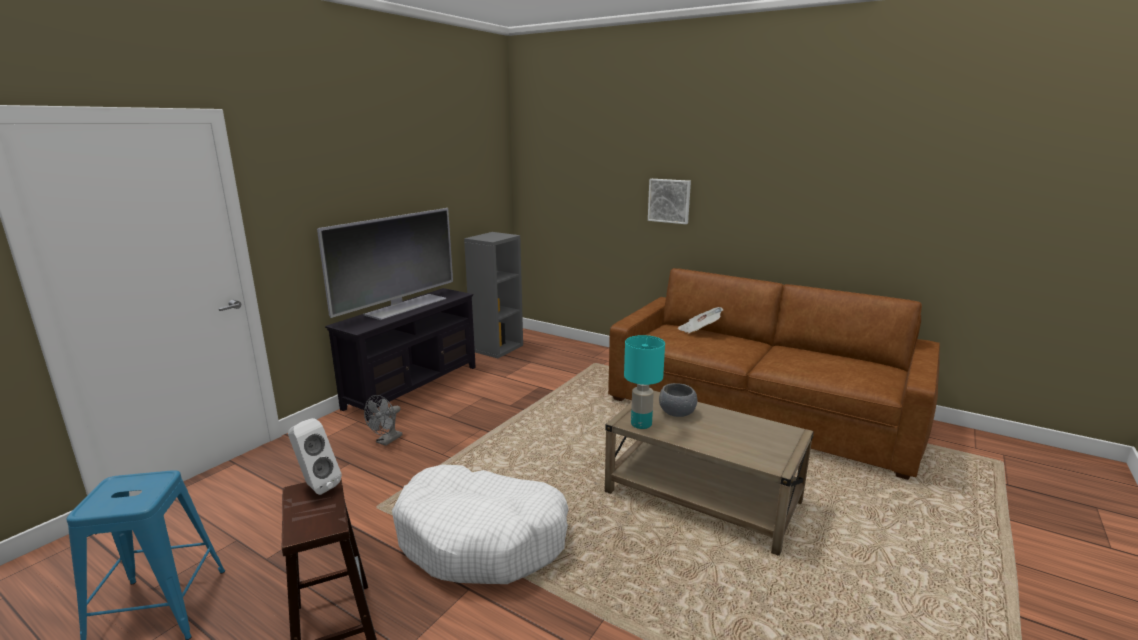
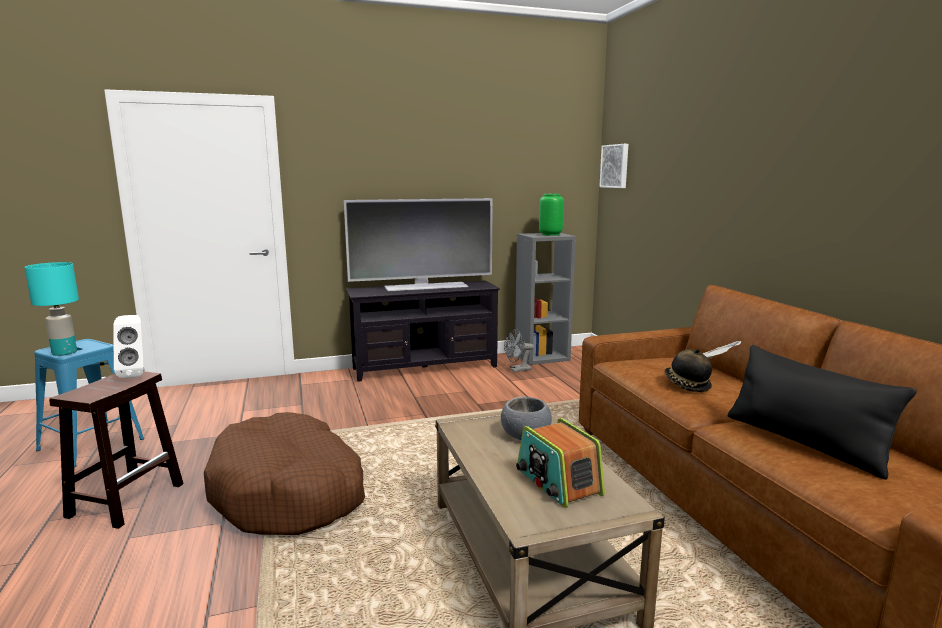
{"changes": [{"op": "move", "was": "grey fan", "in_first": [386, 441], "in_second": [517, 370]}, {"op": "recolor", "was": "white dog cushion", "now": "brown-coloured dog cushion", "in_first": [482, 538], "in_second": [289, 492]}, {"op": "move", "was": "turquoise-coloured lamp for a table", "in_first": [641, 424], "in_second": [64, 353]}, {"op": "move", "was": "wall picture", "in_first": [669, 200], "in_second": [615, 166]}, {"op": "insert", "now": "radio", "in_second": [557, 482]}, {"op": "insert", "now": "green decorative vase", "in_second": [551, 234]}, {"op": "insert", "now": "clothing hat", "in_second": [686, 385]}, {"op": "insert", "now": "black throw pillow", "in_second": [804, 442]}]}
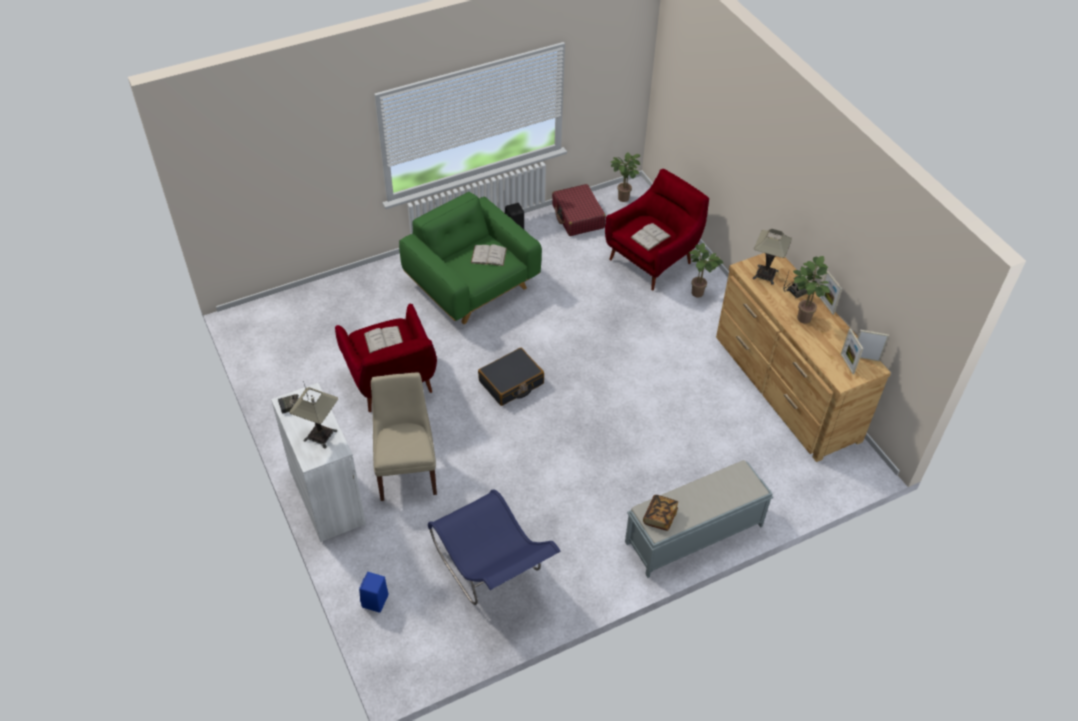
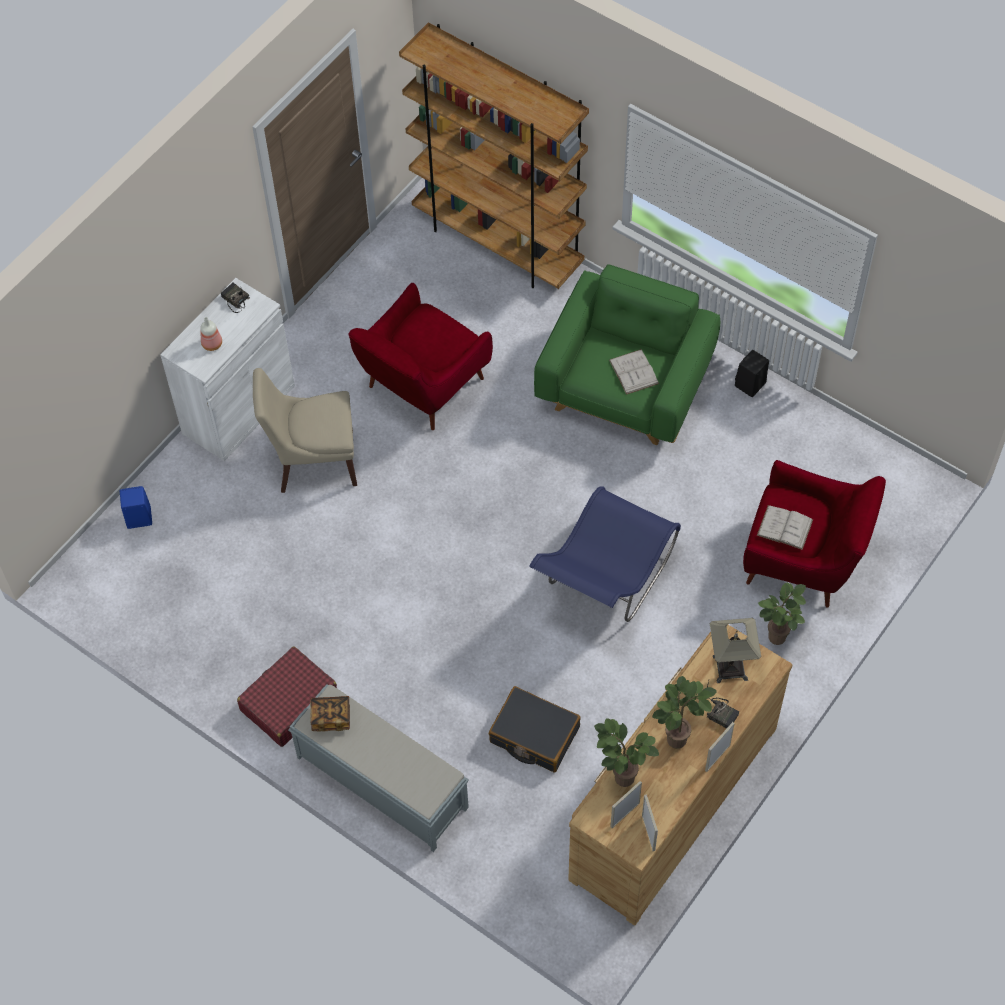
{"changes": [{"op": "replace", "was": "lamp for a table", "now": "bottle", "in_first": [320, 435], "in_second": [212, 343]}, {"op": "delete", "was": "white book", "in_first": [384, 340]}, {"op": "rotate", "was": "sand-coloured upright chair", "in_first": [406, 469], "in_second": [313, 461], "clockwise": -150}, {"op": "move", "was": "blue-coloured upright chair", "in_first": [492, 569], "in_second": [604, 581]}, {"op": "move", "was": "black piece of luggage", "in_first": [511, 383], "in_second": [534, 735]}, {"op": "move", "was": "reddish piece of luggage", "in_first": [578, 217], "in_second": [288, 702]}, {"op": "move", "was": "plant in a pot", "in_first": [623, 199], "in_second": [620, 778]}, {"op": "insert", "now": "brown-coloured bookshelf", "in_second": [498, 243]}]}
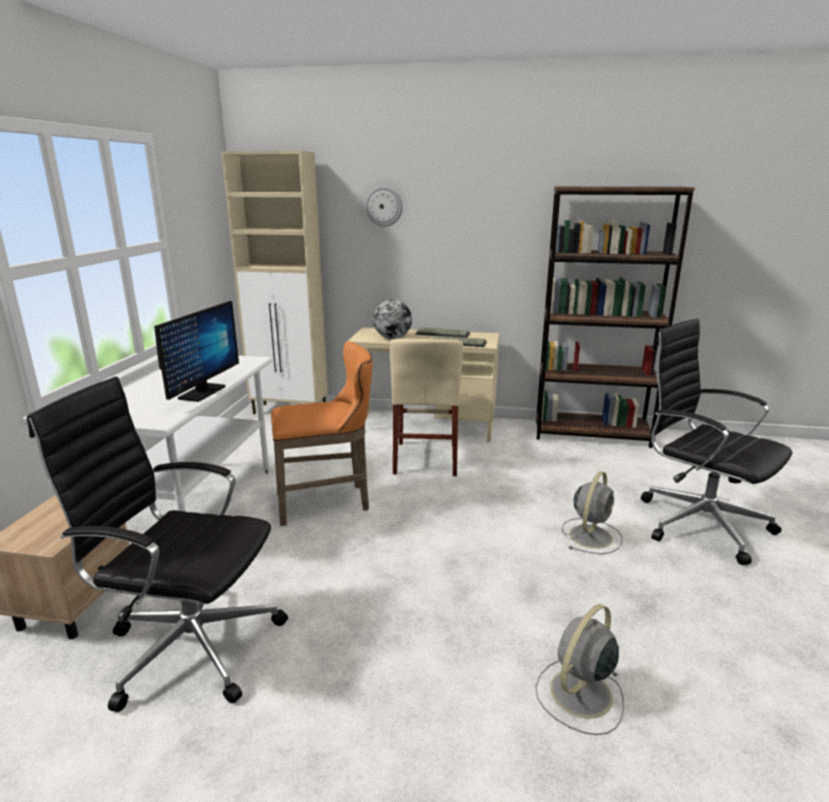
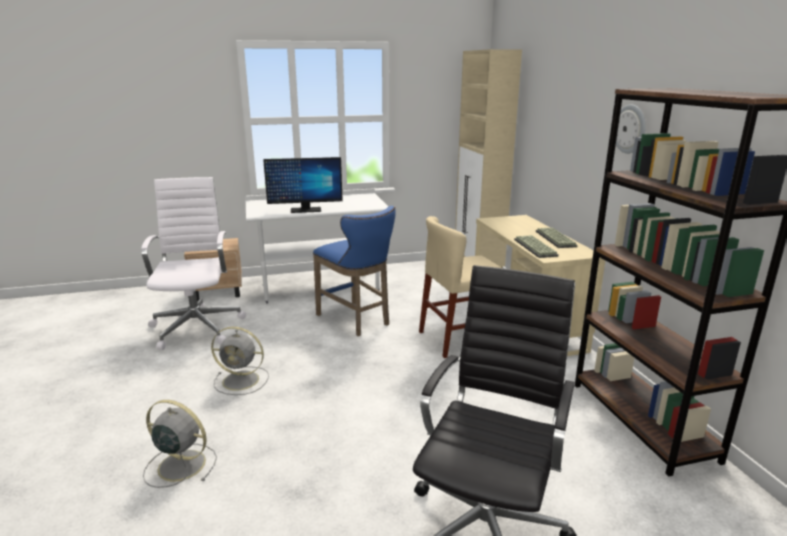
{"changes": [{"op": "recolor", "was": "black desk chair", "now": "white desk chair", "in_first": [189, 644], "in_second": [197, 326]}, {"op": "recolor", "was": "orangey sitting stool", "now": "blue-coloured sitting stool", "in_first": [328, 502], "in_second": [356, 320]}, {"op": "move", "was": "wall clock", "in_first": [384, 206], "in_second": [630, 129]}, {"op": "delete", "was": "world globe", "in_first": [392, 338]}, {"op": "move", "was": "grey fan", "in_first": [591, 535], "in_second": [242, 380]}]}
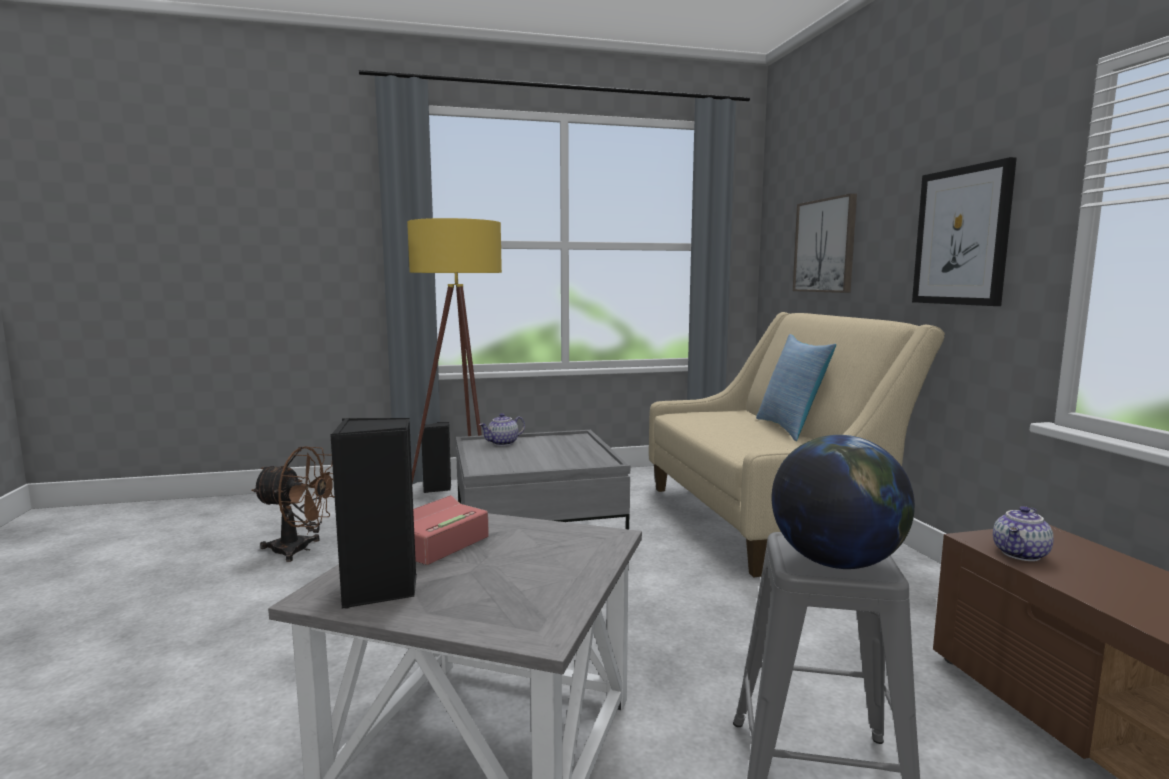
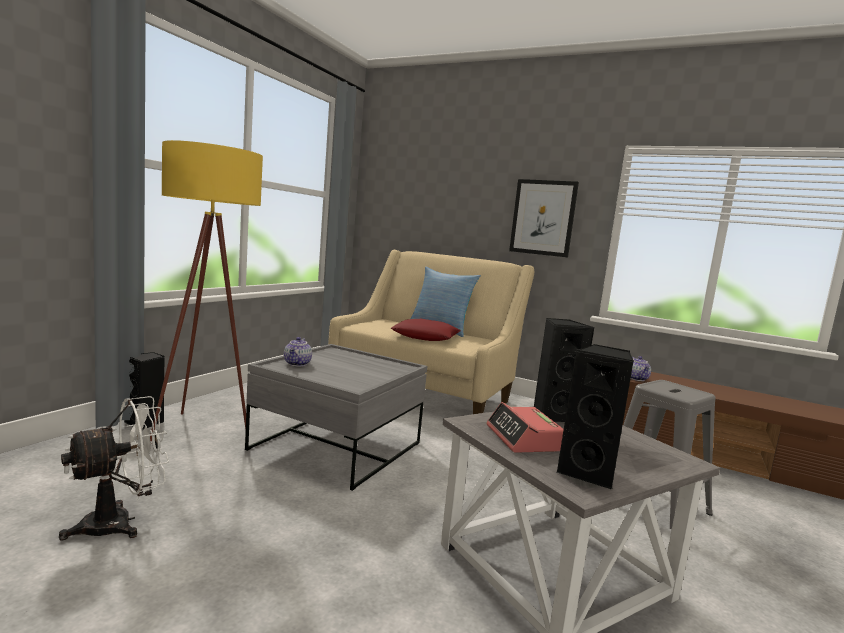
{"changes": [{"op": "recolor", "was": "brown-coloured fan", "now": "white fan", "in_first": [299, 550], "in_second": [120, 522]}, {"op": "delete", "was": "world globe", "in_first": [836, 562]}, {"op": "delete", "was": "wall picture", "in_first": [825, 246]}, {"op": "insert", "now": "reddish throw pillow", "in_second": [425, 336]}, {"op": "insert", "now": "black audio speaker", "in_second": [553, 415]}]}
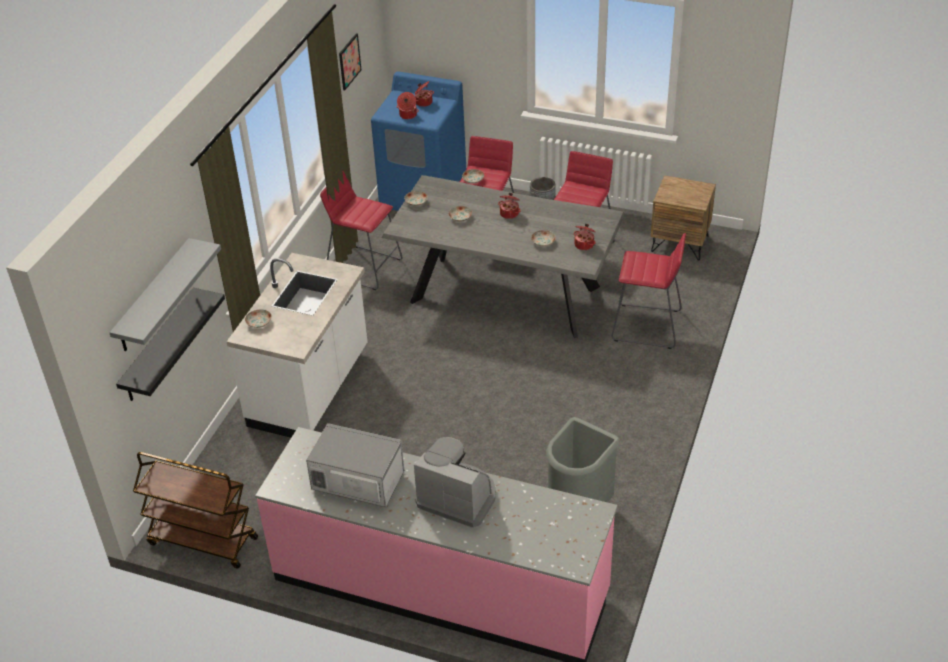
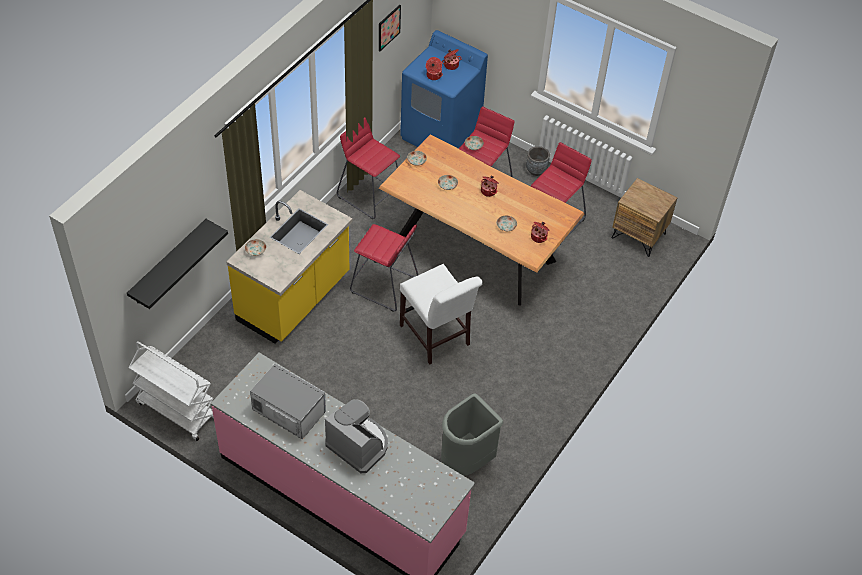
{"changes": [{"op": "delete", "was": "grey shelf", "in_first": [154, 296]}, {"op": "recolor", "was": "brown-coloured trolley", "now": "white trolley", "in_first": [202, 541], "in_second": [176, 411]}, {"op": "recolor", "was": "white counter", "now": "yellow counter", "in_first": [311, 388], "in_second": [294, 298]}, {"op": "recolor", "was": "grey kitchen table", "now": "brown-coloured kitchen table", "in_first": [505, 294], "in_second": [476, 249]}, {"op": "move", "was": "reddish sitting stool", "in_first": [647, 326], "in_second": [384, 285]}, {"op": "insert", "now": "white upright chair", "in_second": [436, 338]}]}
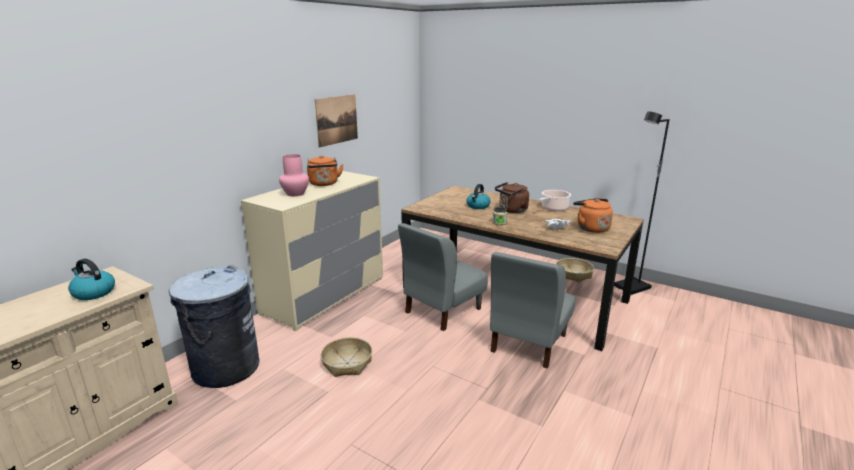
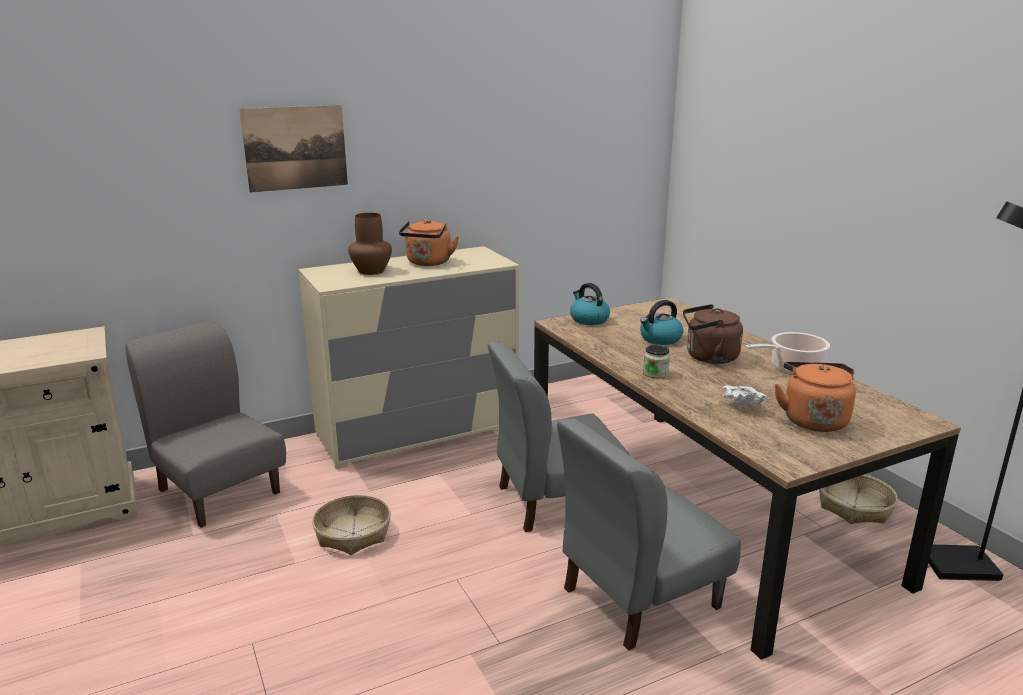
{"changes": [{"op": "move", "was": "kettle", "in_first": [93, 293], "in_second": [588, 319]}, {"op": "replace", "was": "grey rubbish bin", "now": "grey upright chair", "in_first": [225, 368], "in_second": [219, 490]}, {"op": "recolor", "was": "pink-coloured decorative vase", "now": "brown-coloured decorative vase", "in_first": [295, 194], "in_second": [371, 271]}, {"op": "move", "was": "wall picture", "in_first": [337, 120], "in_second": [295, 148]}]}
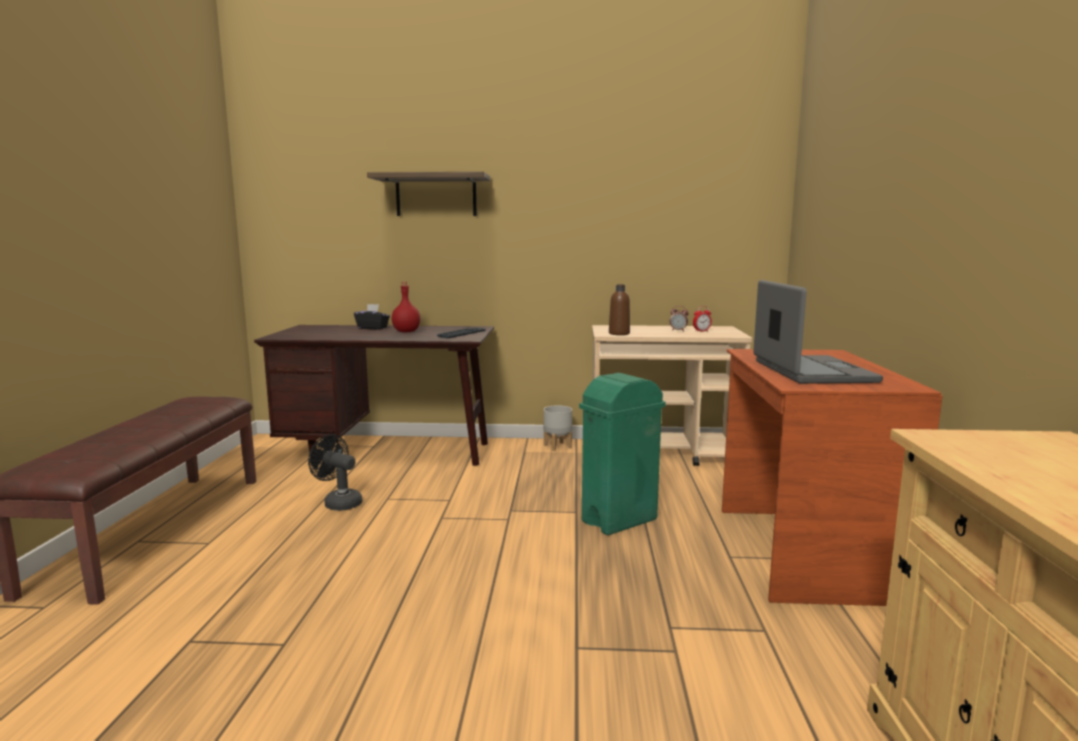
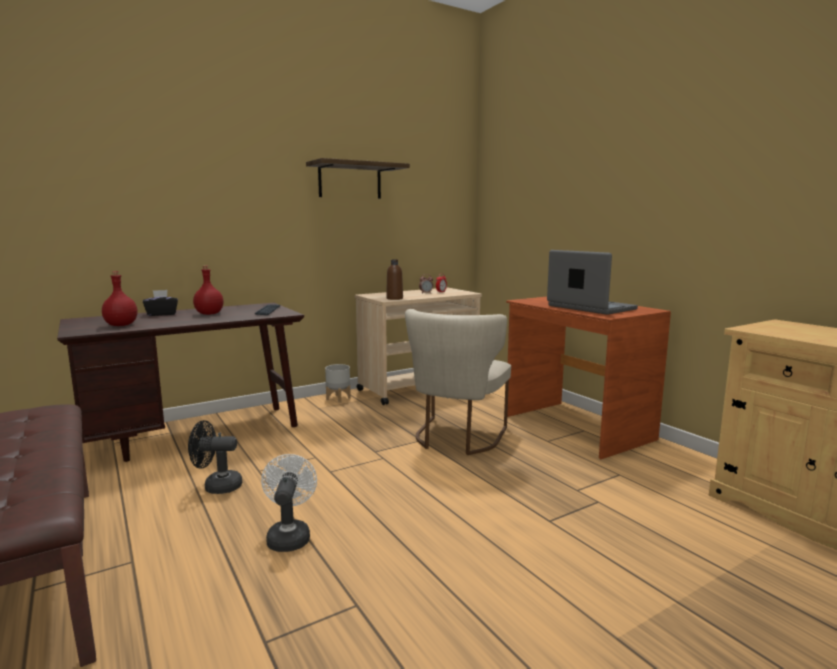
{"changes": [{"op": "move", "was": "shelf", "in_first": [436, 196], "in_second": [350, 181]}, {"op": "replace", "was": "green rubbish bin", "now": "sand-coloured upright chair", "in_first": [618, 520], "in_second": [456, 438]}, {"op": "insert", "now": "reddish bottle", "in_second": [121, 325]}, {"op": "insert", "now": "white fan", "in_second": [289, 536]}]}
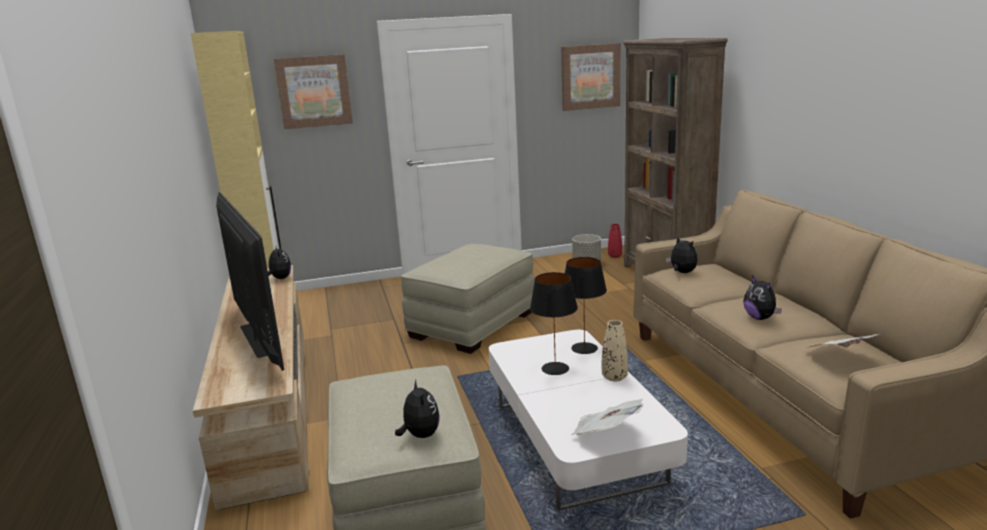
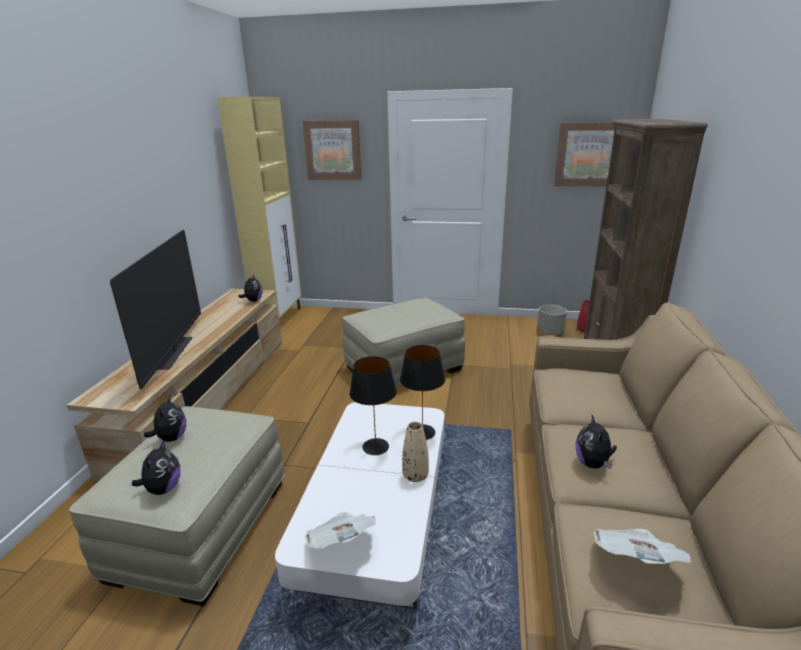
{"changes": [{"op": "move", "was": "soft toy", "in_first": [682, 272], "in_second": [171, 438]}]}
